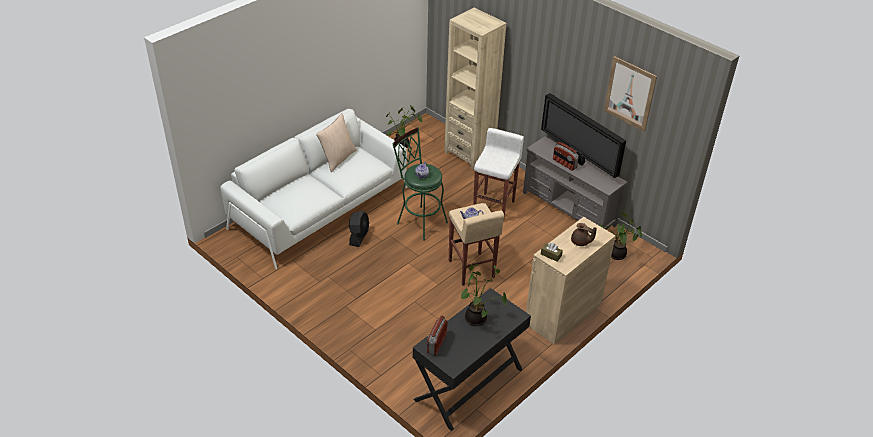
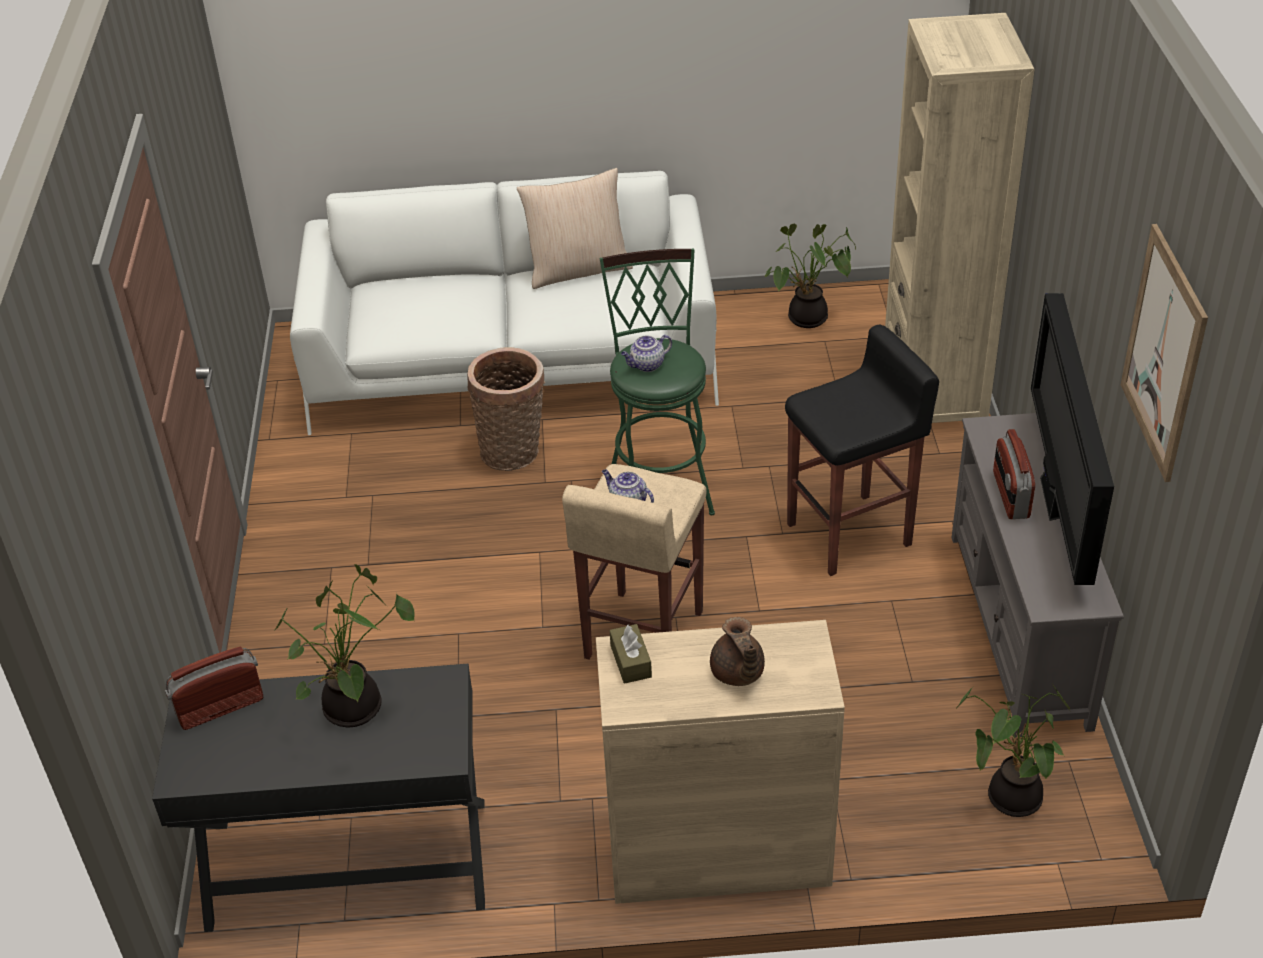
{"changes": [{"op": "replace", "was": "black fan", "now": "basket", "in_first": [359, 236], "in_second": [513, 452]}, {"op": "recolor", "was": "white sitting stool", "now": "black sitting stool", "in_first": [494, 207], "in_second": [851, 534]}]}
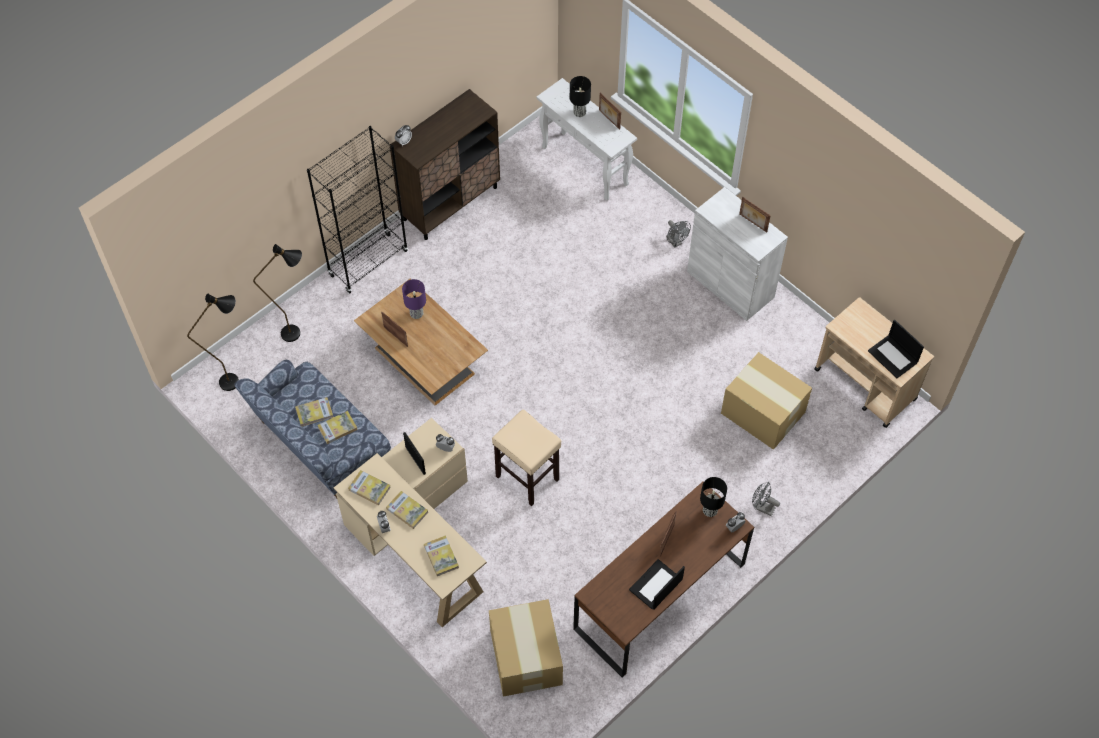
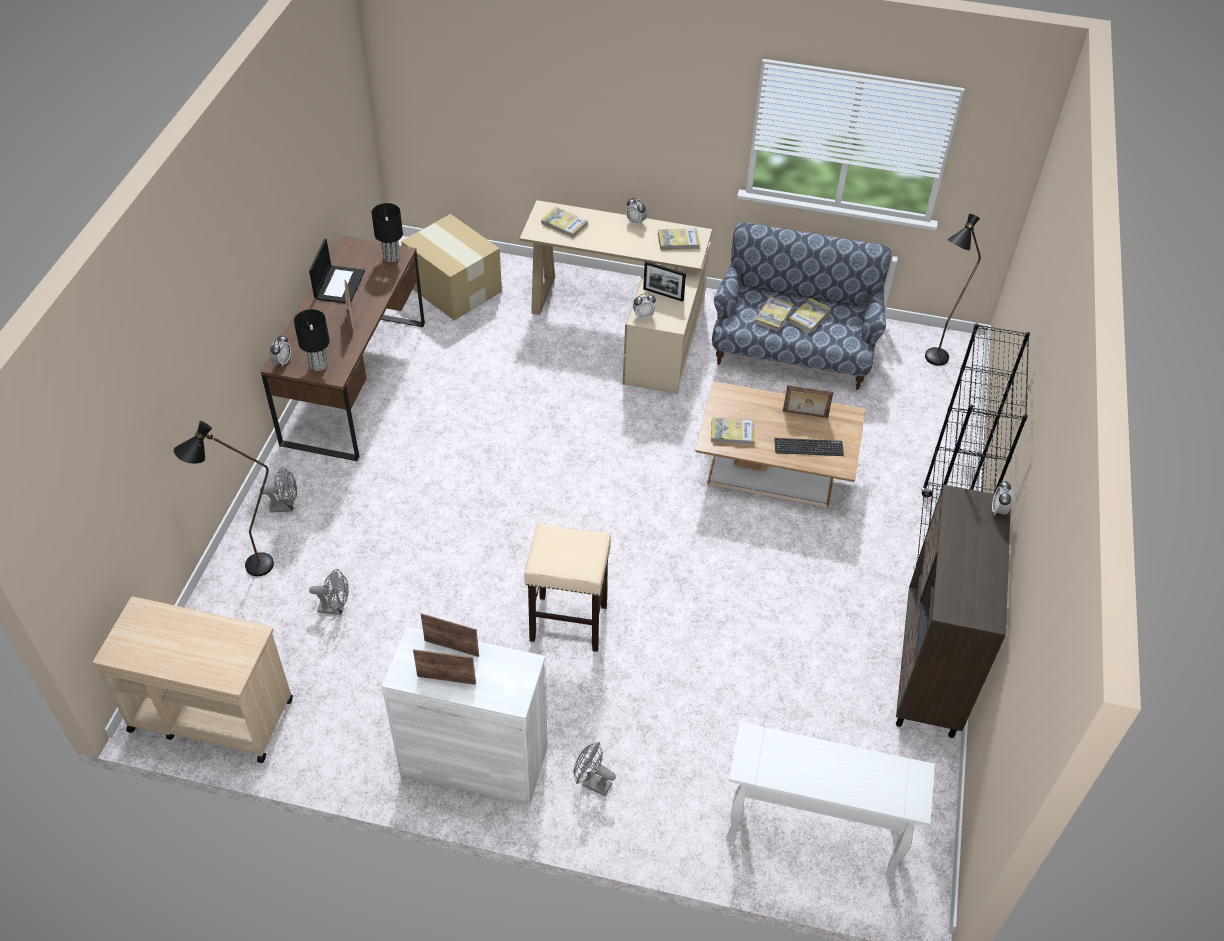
{"changes": [{"op": "move", "was": "black standard lamp", "in_first": [298, 333], "in_second": [249, 570]}, {"op": "move", "was": "book", "in_first": [407, 510], "in_second": [732, 433]}, {"op": "replace", "was": "purple-coloured lamp for a table", "now": "computer keyboard", "in_first": [416, 313], "in_second": [808, 447]}, {"op": "move", "was": "sand-coloured sitting stool", "in_first": [528, 478], "in_second": [567, 623]}, {"op": "move", "was": "black lamp for a table", "in_first": [579, 112], "in_second": [391, 256]}, {"op": "move", "was": "picture frame", "in_first": [609, 120], "in_second": [452, 647]}, {"op": "replace", "was": "packing box", "now": "grey fan", "in_first": [763, 413], "in_second": [335, 608]}, {"op": "delete", "was": "portable computer", "in_first": [893, 357]}]}
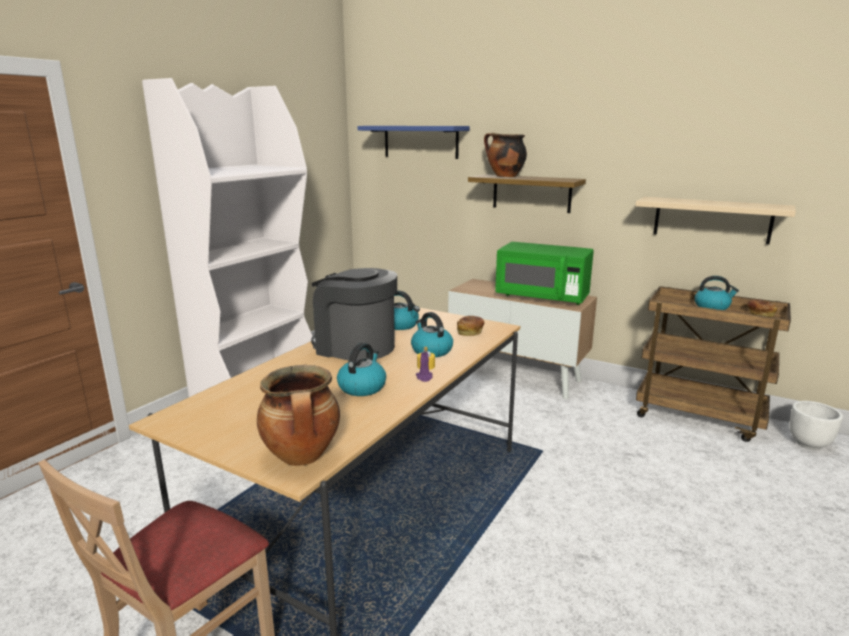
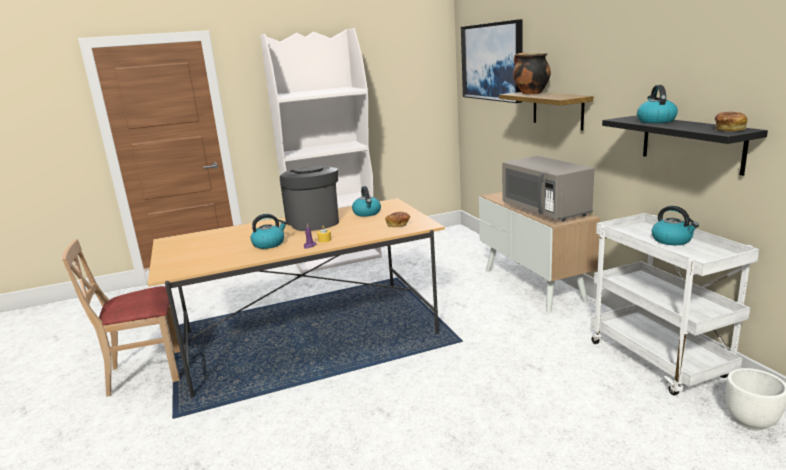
{"changes": [{"op": "delete", "was": "saucepot", "in_first": [303, 457]}, {"op": "replace", "was": "blue-coloured shelf", "now": "wall picture", "in_first": [420, 141], "in_second": [492, 62]}, {"op": "move", "was": "kettle", "in_first": [431, 350], "in_second": [655, 121]}, {"op": "recolor", "was": "green microwave oven", "now": "grey microwave oven", "in_first": [542, 297], "in_second": [545, 210]}, {"op": "recolor", "was": "sand-coloured shelf", "now": "black shelf", "in_first": [711, 220], "in_second": [691, 143]}, {"op": "recolor", "was": "brown-coloured trolley", "now": "white trolley", "in_first": [699, 416], "in_second": [660, 361]}, {"op": "move", "was": "bread", "in_first": [759, 314], "in_second": [729, 129]}]}
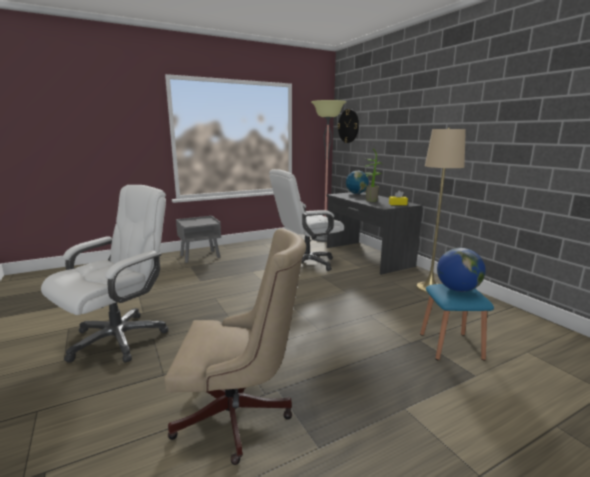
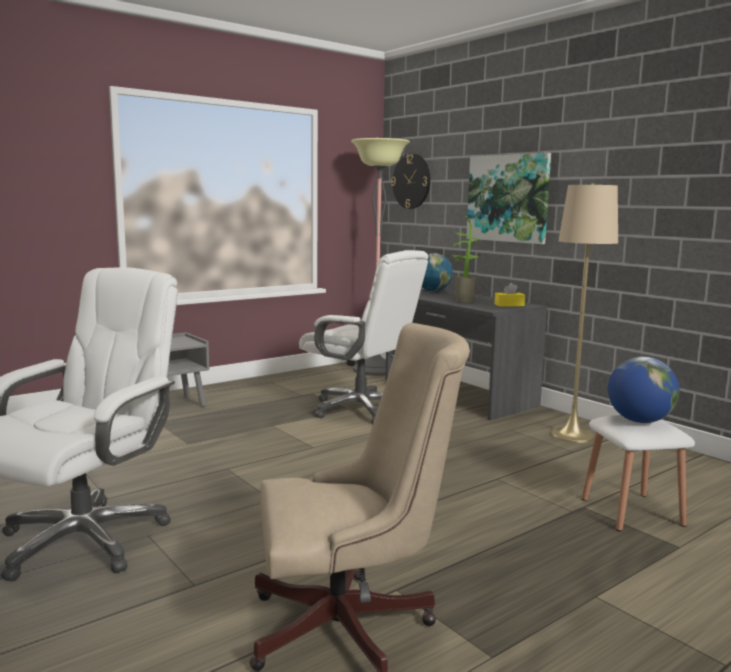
{"changes": [{"op": "rotate", "was": "white desk chair", "in_first": [306, 263], "in_second": [361, 409], "clockwise": -105}, {"op": "recolor", "was": "blue-coloured sitting stool", "now": "white sitting stool", "in_first": [450, 346], "in_second": [631, 512]}, {"op": "insert", "now": "wall picture", "in_second": [508, 198]}]}
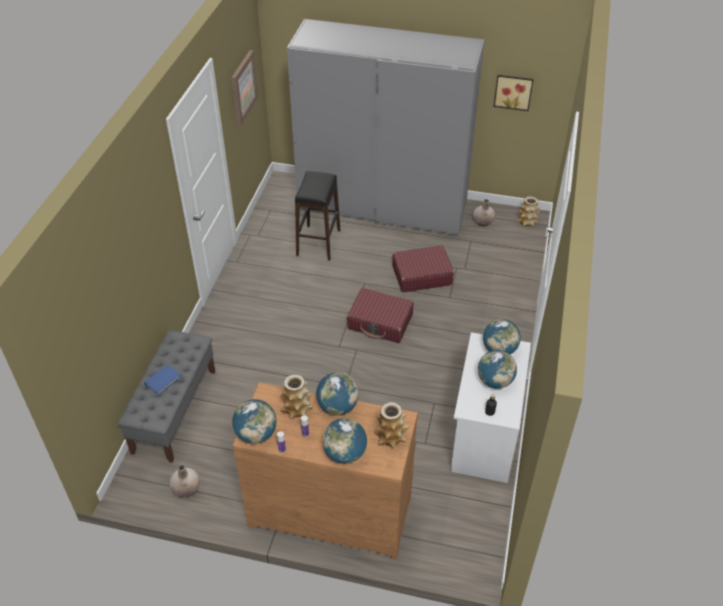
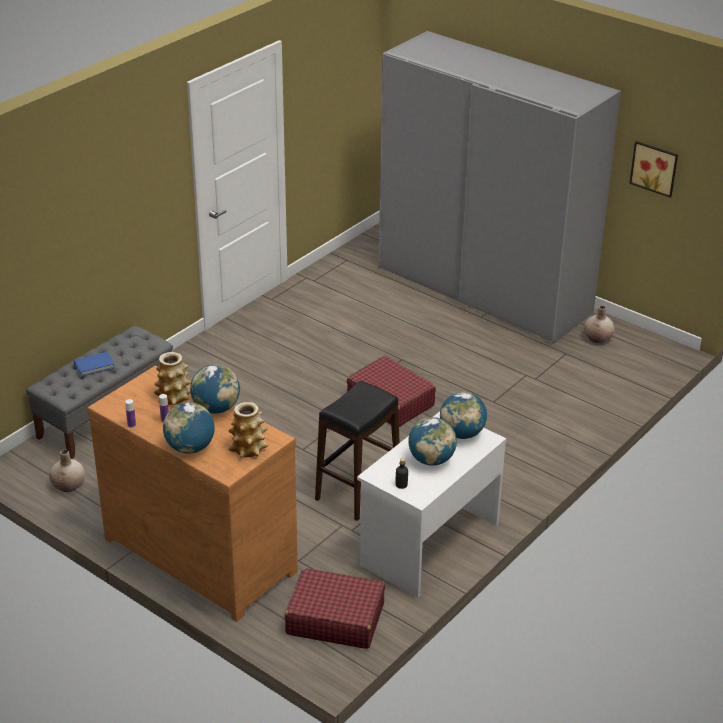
{"changes": [{"op": "delete", "was": "wall picture", "in_first": [243, 87]}, {"op": "delete", "was": "world globe", "in_first": [256, 434]}, {"op": "move", "was": "black sitting stool", "in_first": [318, 242], "in_second": [358, 491]}, {"op": "move", "was": "reddish piece of luggage", "in_first": [421, 275], "in_second": [335, 619]}, {"op": "delete", "was": "decorative vase", "in_first": [527, 222]}]}
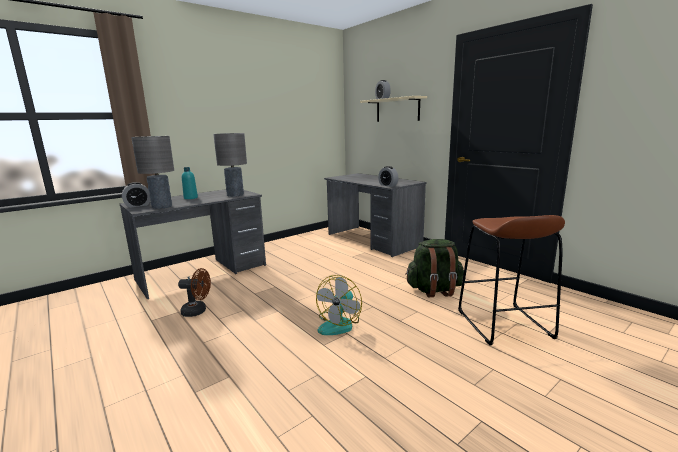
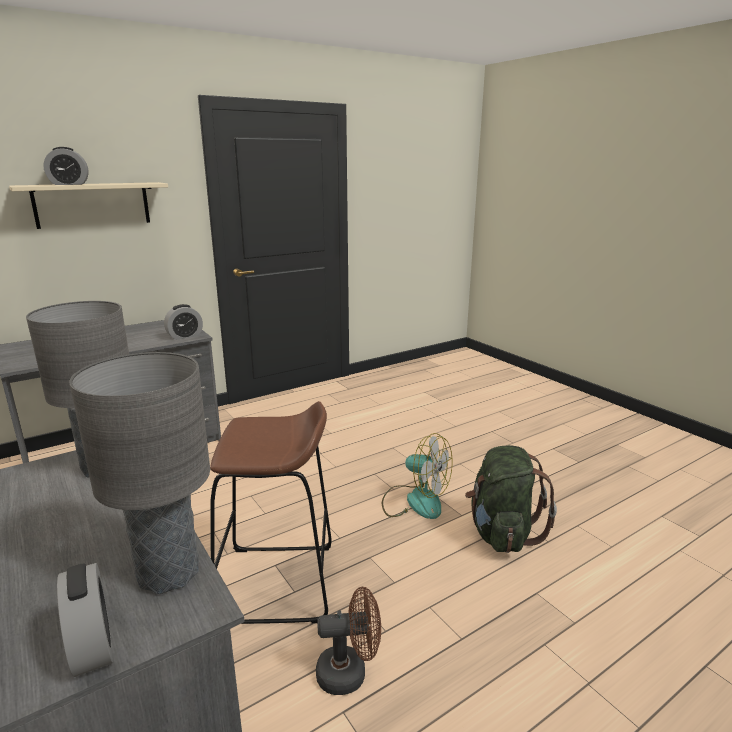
{"changes": [{"op": "rotate", "was": "brown-coloured fan", "in_first": [198, 311], "in_second": [349, 672], "clockwise": 75}, {"op": "delete", "was": "turquoise-coloured bottle", "in_first": [190, 198]}, {"op": "move", "was": "green rucksack", "in_first": [434, 290], "in_second": [501, 533]}, {"op": "move", "was": "brown-coloured sitting stool", "in_first": [503, 324], "in_second": [277, 583]}]}
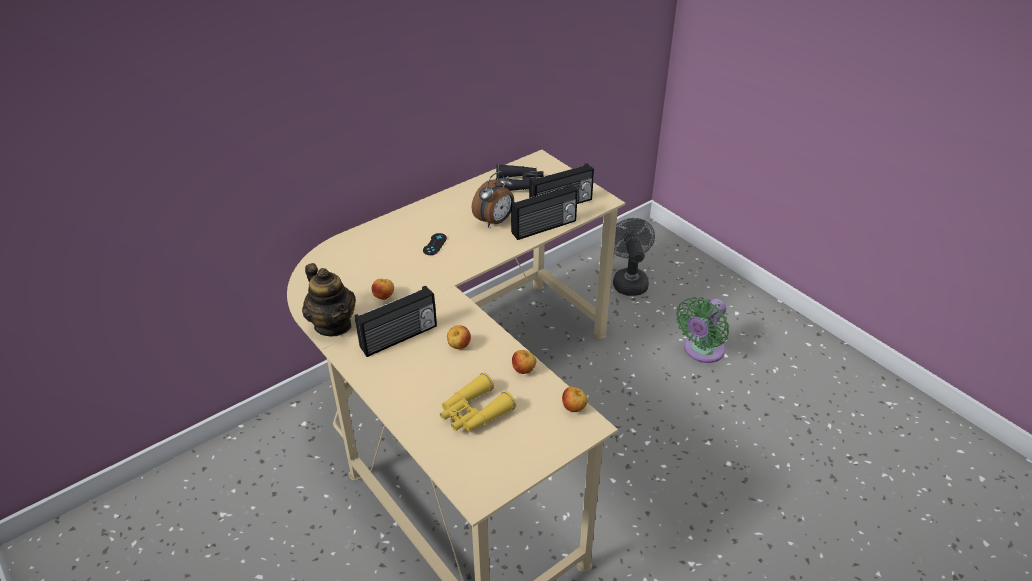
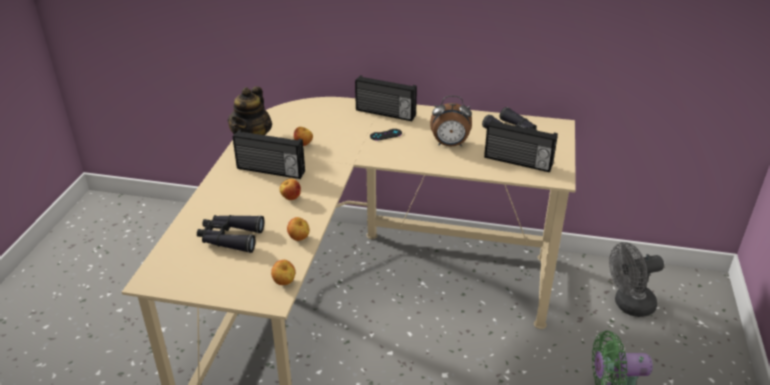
{"changes": [{"op": "recolor", "was": "yellow pair of binoculars", "now": "black pair of binoculars", "in_first": [474, 413], "in_second": [230, 238]}, {"op": "move", "was": "radio", "in_first": [544, 228], "in_second": [385, 113]}, {"op": "rotate", "was": "grey fan", "in_first": [628, 281], "in_second": [628, 305], "clockwise": -150}]}
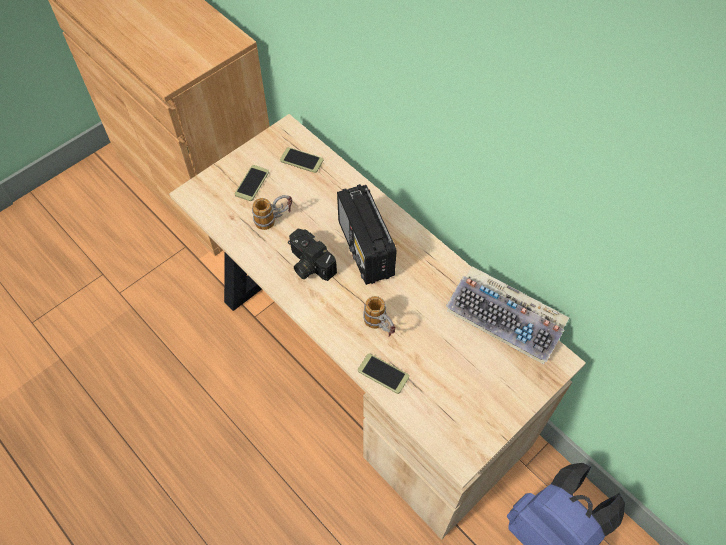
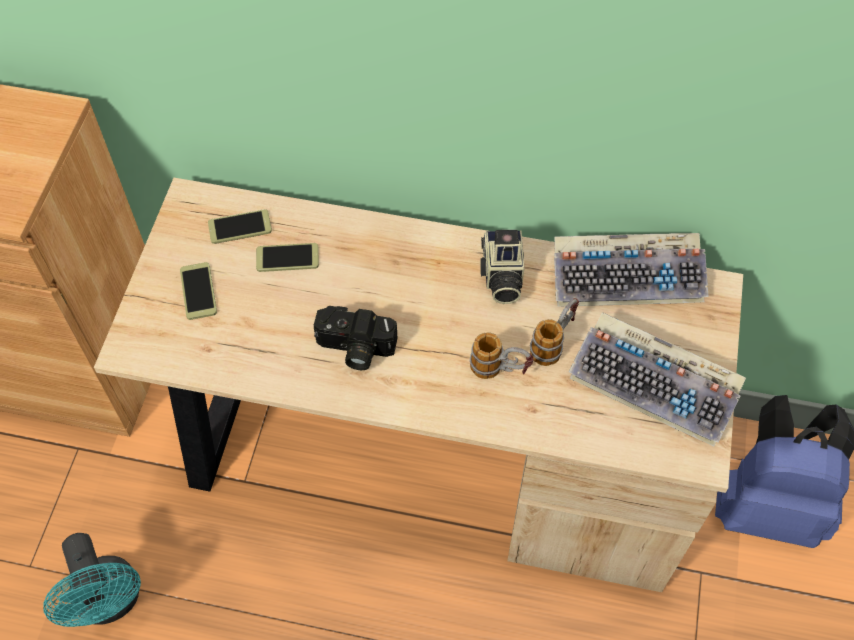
{"changes": [{"op": "move", "was": "coffee mug", "in_first": [274, 219], "in_second": [554, 343]}, {"op": "delete", "was": "radio", "in_first": [366, 250]}, {"op": "move", "was": "phone", "in_first": [383, 373], "in_second": [287, 258]}, {"op": "insert", "now": "turquoise-coloured fan", "in_second": [110, 602]}, {"op": "insert", "now": "still camera", "in_second": [501, 276]}, {"op": "insert", "now": "computer keyboard", "in_second": [656, 385]}]}
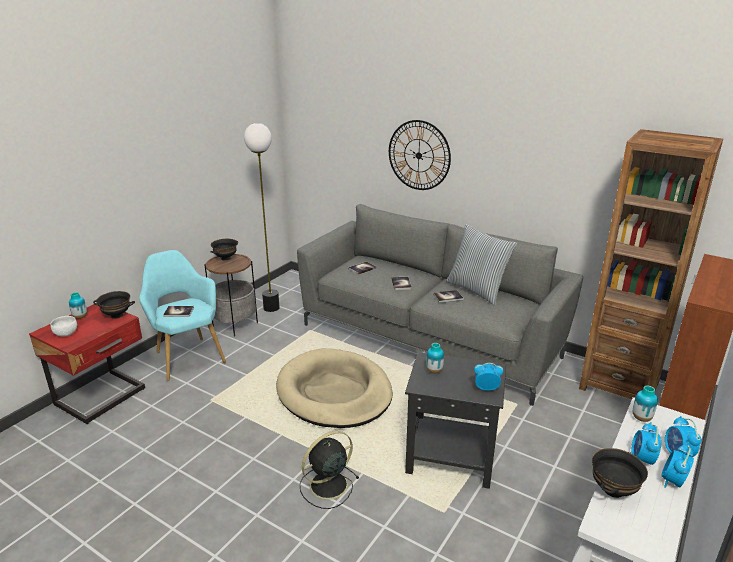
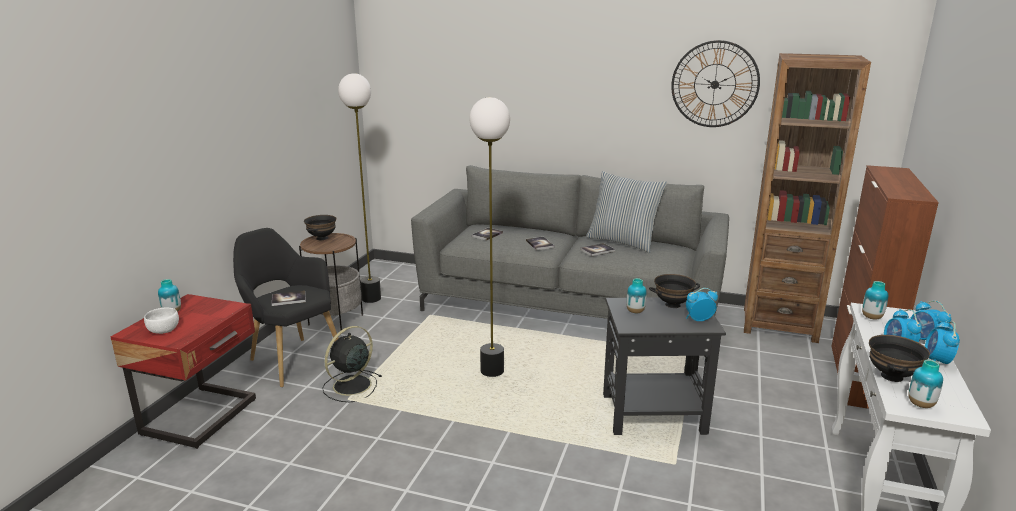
{"changes": [{"op": "move", "was": "black serving bowl", "in_first": [116, 315], "in_second": [672, 305]}, {"op": "recolor", "was": "turquoise-coloured lounge chair", "now": "black lounge chair", "in_first": [187, 355], "in_second": [292, 358]}, {"op": "replace", "was": "sand-coloured dog cushion", "now": "standard lamp", "in_first": [334, 392], "in_second": [492, 371]}, {"op": "move", "was": "black fan", "in_first": [327, 485], "in_second": [350, 386]}, {"op": "move", "was": "wall clock", "in_first": [419, 155], "in_second": [714, 84]}, {"op": "insert", "now": "decorative vase", "in_second": [920, 404]}]}
